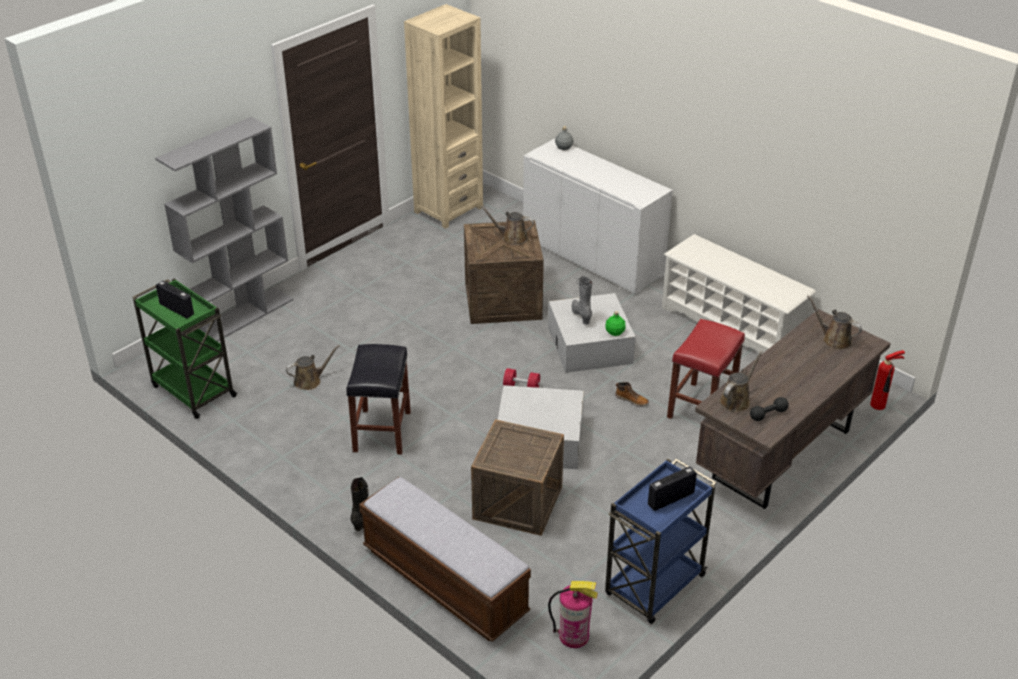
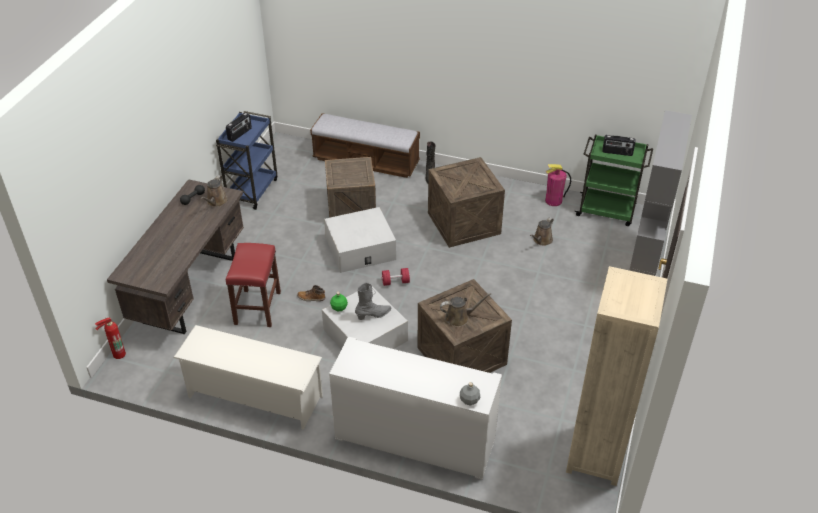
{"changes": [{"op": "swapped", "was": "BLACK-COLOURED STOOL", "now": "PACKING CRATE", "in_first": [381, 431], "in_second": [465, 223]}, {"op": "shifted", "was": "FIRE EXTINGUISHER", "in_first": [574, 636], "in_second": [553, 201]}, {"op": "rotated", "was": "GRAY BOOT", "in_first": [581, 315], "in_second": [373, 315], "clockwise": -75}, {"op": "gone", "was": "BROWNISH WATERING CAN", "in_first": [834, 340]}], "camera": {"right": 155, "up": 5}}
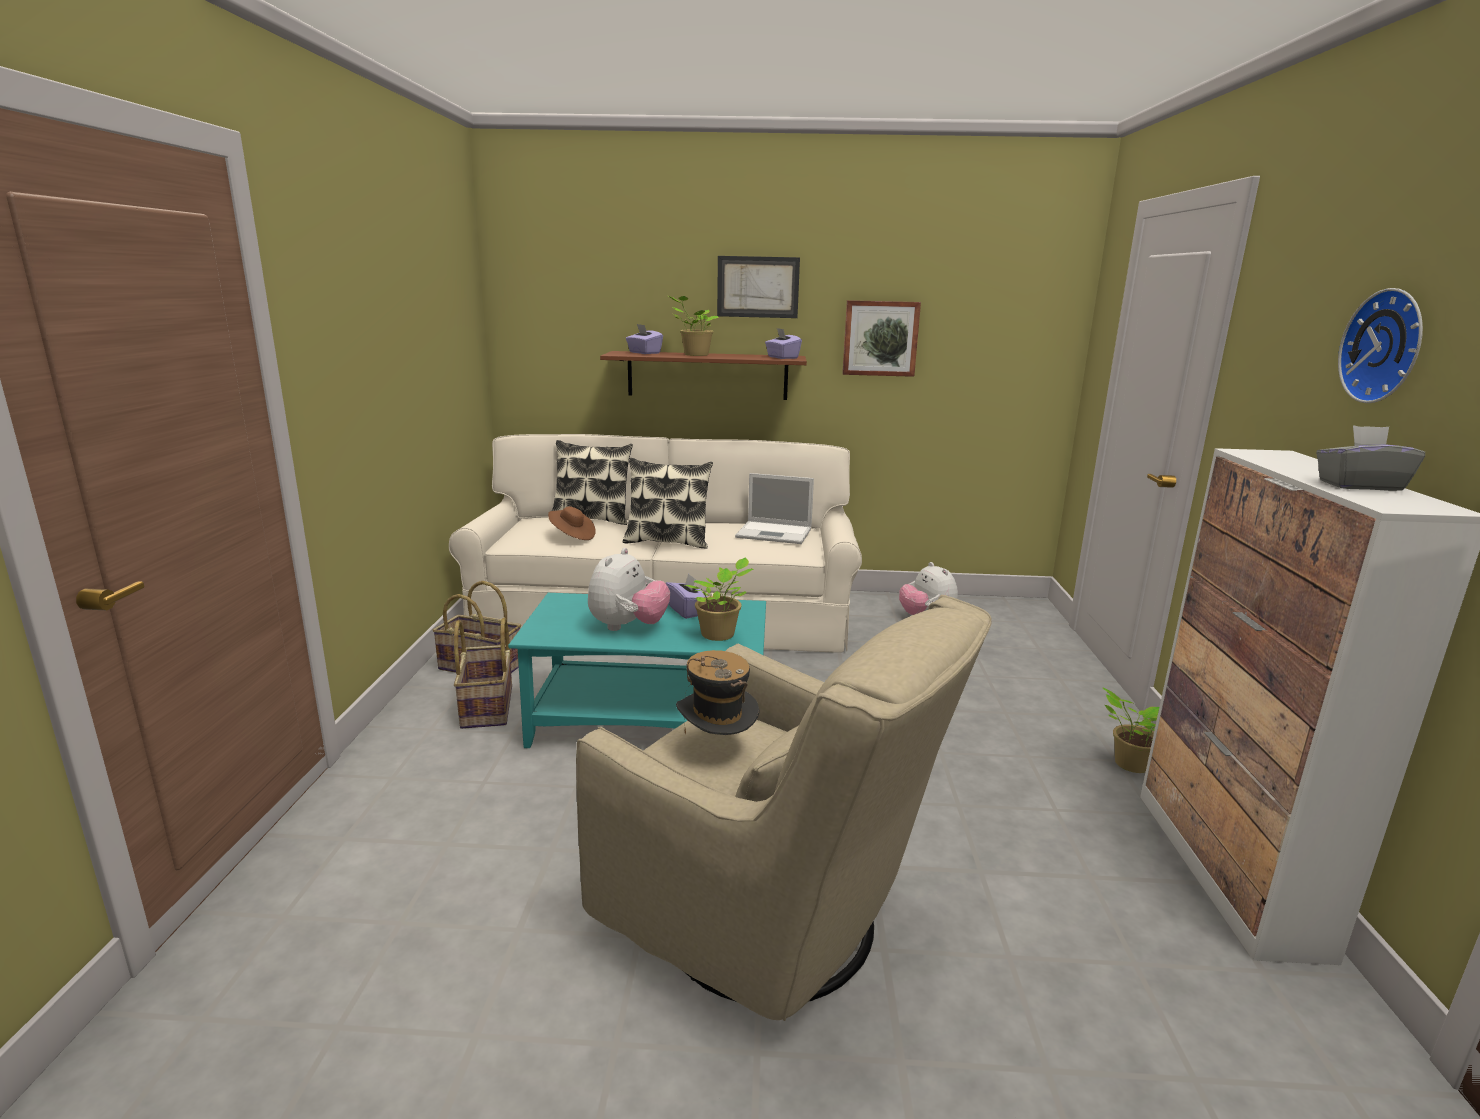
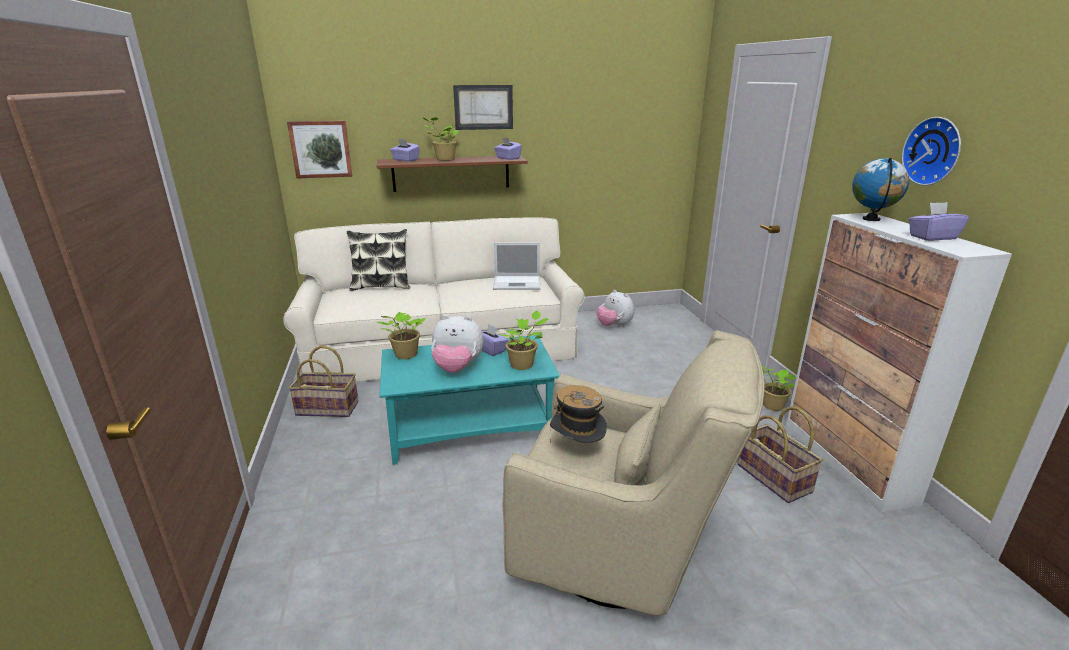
{"changes": [{"op": "shifted", "was": "HOUSEHOLD BASKET", "in_first": [488, 707], "in_second": [775, 478]}, {"op": "gone", "was": "BROWNISH CLOTHING HAT", "in_first": [572, 536]}, {"op": "rotated", "was": "PLUSH TOY", "in_first": [628, 627], "in_second": [457, 368], "clockwise": 90}, {"op": "gone", "was": "CUSHION", "in_first": [667, 541]}, {"op": "shifted", "was": "WALL ART", "in_first": [880, 338], "in_second": [321, 149]}, {"op": "repainted", "was": "GRAY TISSUE HOLDER", "now": "PURPLISH TISSUE HOLDER", "in_first": [1359, 485], "in_second": [932, 237]}, {"op": "new", "now": "POTTED PLANT", "in_second": [405, 355]}, {"op": "new", "now": "DESK GLOBE", "in_second": [871, 219]}], "camera": {"right": -15, "up": 5}}
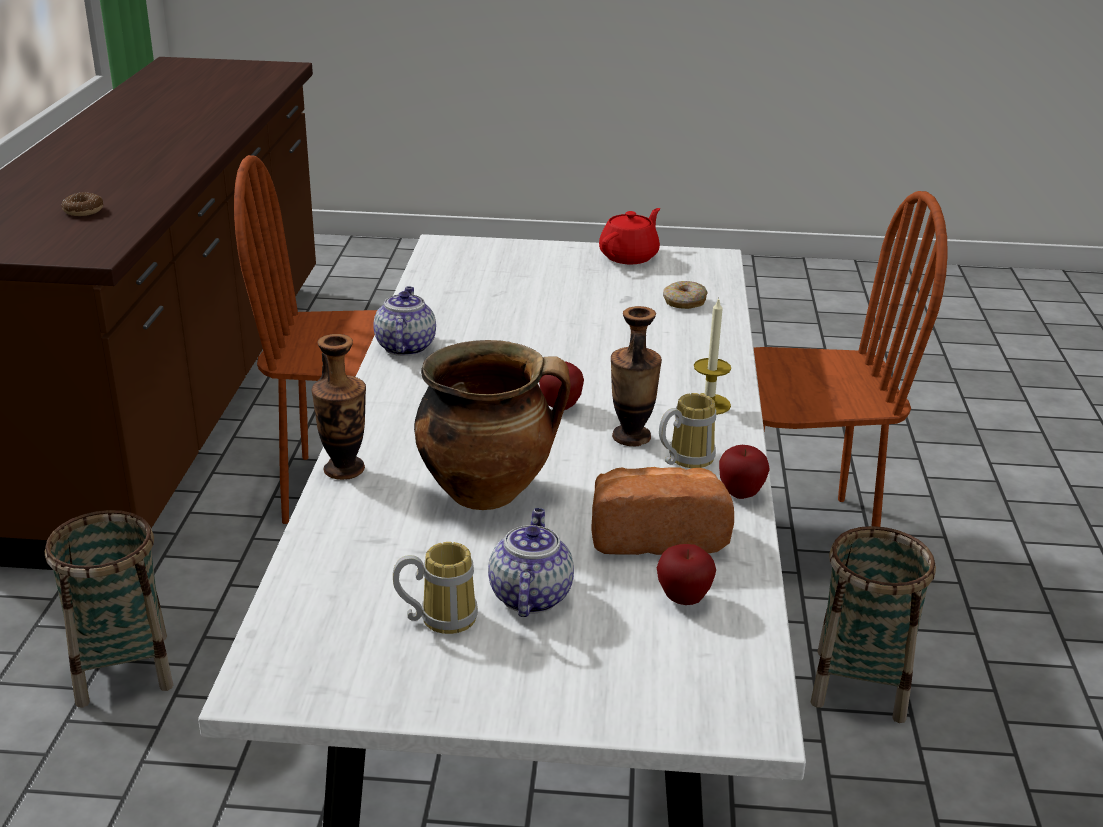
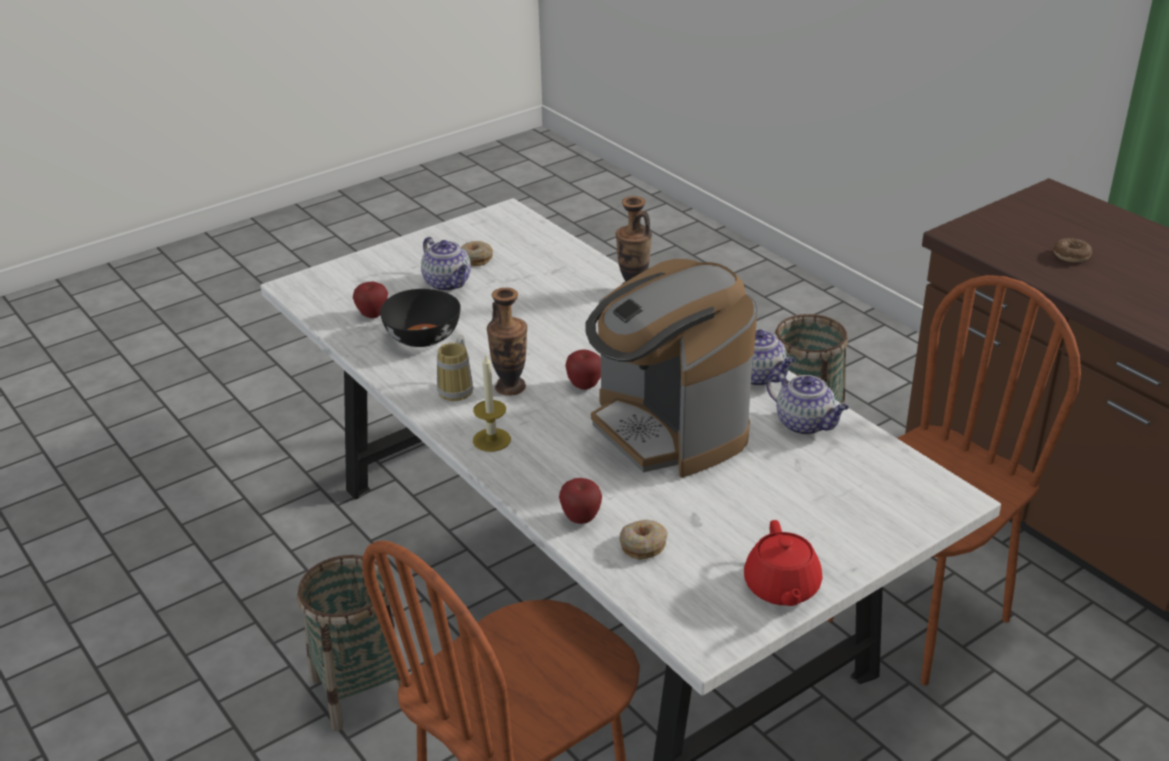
{"changes": [{"op": "swapped", "was": "TEA MUG", "now": "RING DOUGHNUT", "in_first": [440, 617], "in_second": [475, 259]}, {"op": "gone", "was": "COOKING POT", "in_first": [489, 492]}, {"op": "swapped", "was": "BAKED BREAD", "now": "BLACK-COLOURED BOWL", "in_first": [656, 534], "in_second": [422, 337]}, {"op": "shifted", "was": "APPLE FRUIT", "in_first": [741, 494], "in_second": [581, 518]}, {"op": "new", "now": "COFFEE BREWER", "in_second": [668, 429]}, {"op": "new", "now": "TEA POT", "in_second": [805, 424]}], "camera": {"right": 140, "up": 5}}
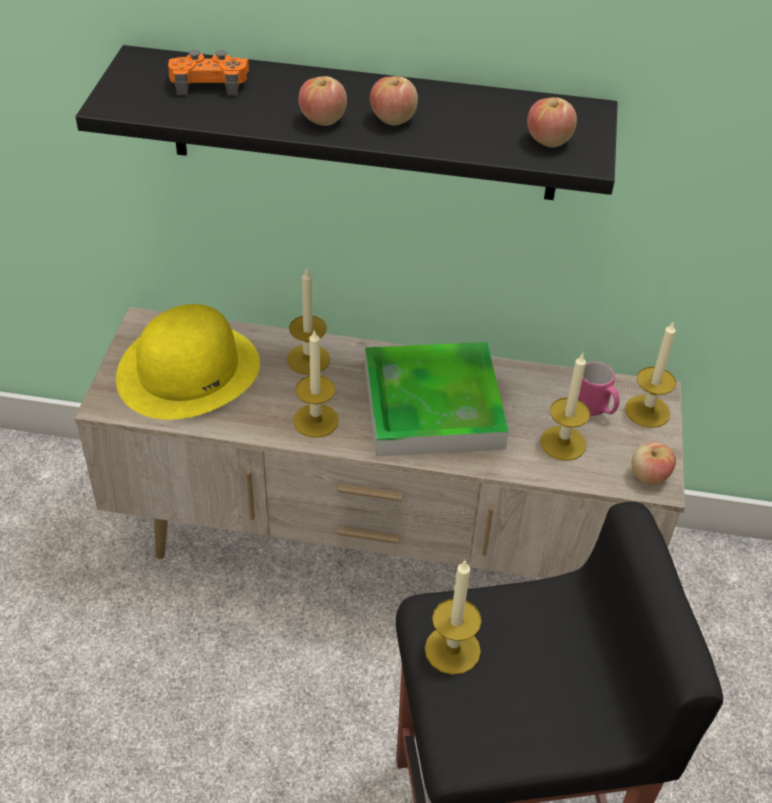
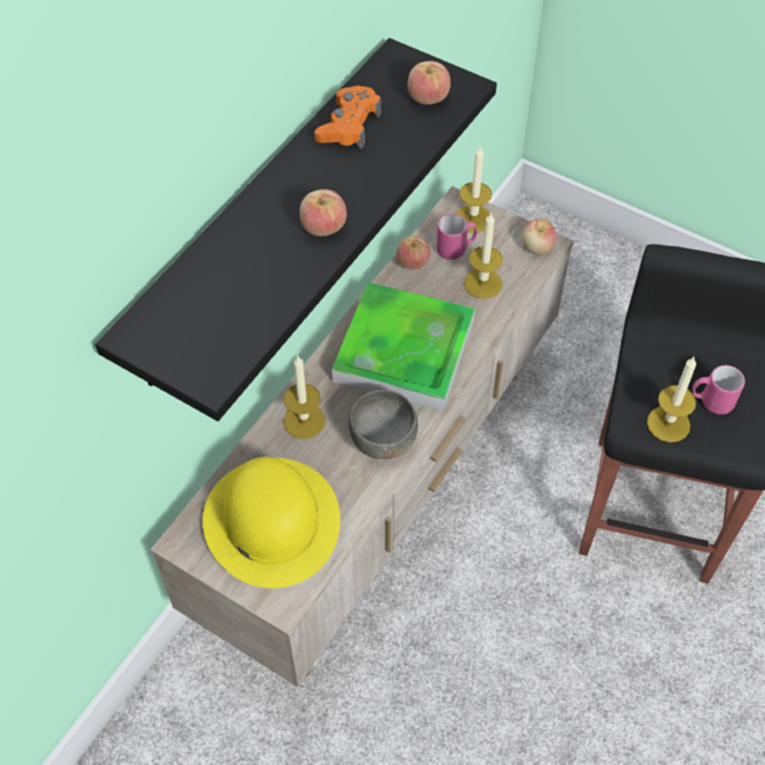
{"changes": [{"op": "shifted", "was": "ORANGE-COLOURED GAMEPAD", "in_first": [209, 82], "in_second": [349, 125]}, {"op": "swapped", "was": "CANDLE", "now": "GRAY BOWL", "in_first": [315, 420], "in_second": [383, 440]}, {"op": "shifted", "was": "APPLE FRUIT", "in_first": [393, 119], "in_second": [412, 263]}, {"op": "new", "now": "PINK-COLOURED TEA MUG", "in_second": [711, 401]}], "camera": {"right": -65, "up": 10}}
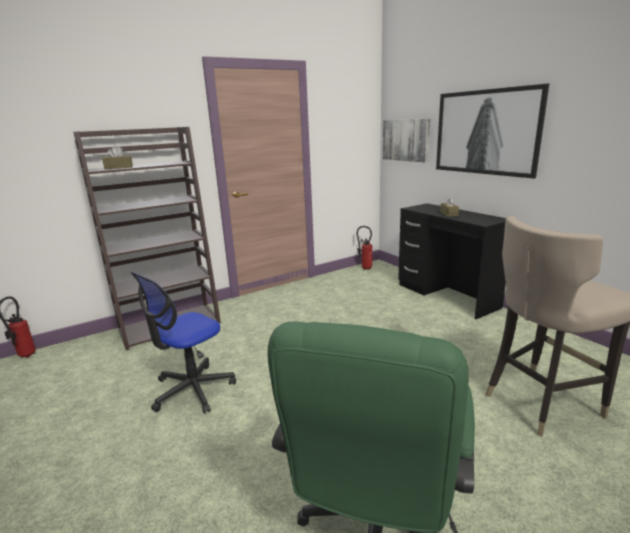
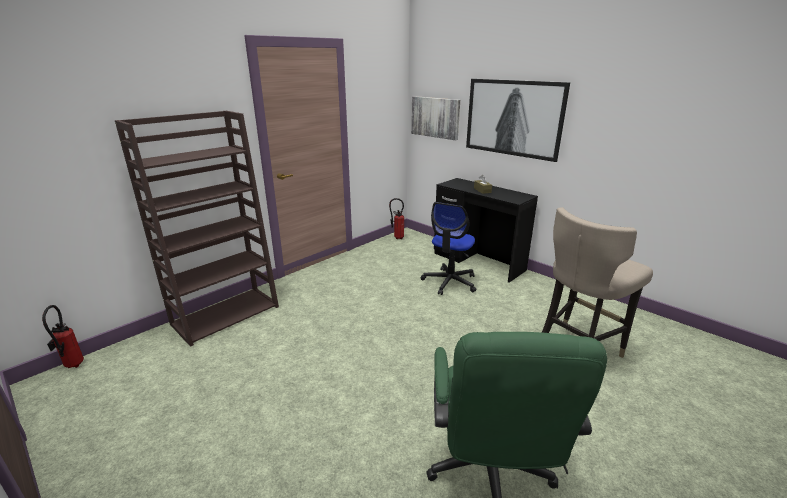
{"changes": [{"op": "gone", "was": "BROWNISH TISSUE HOLDER", "in_first": [119, 168]}, {"op": "shifted", "was": "OFFICE CHAIR", "in_first": [192, 390], "in_second": [449, 282]}], "camera": {"right": -15, "up": 5}}
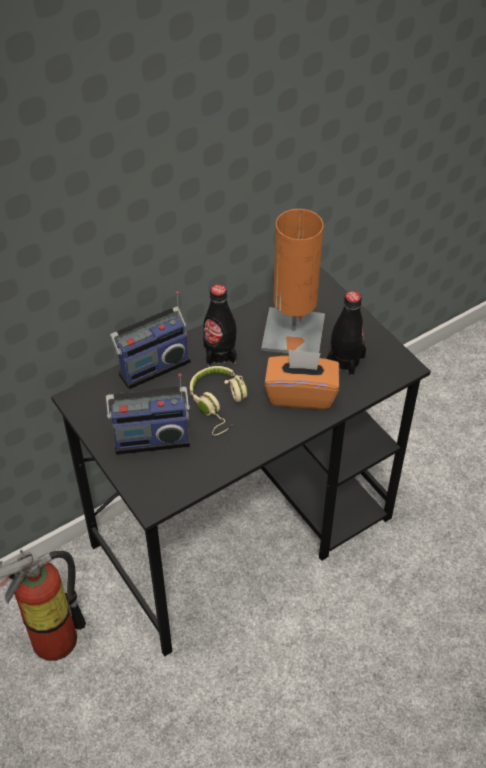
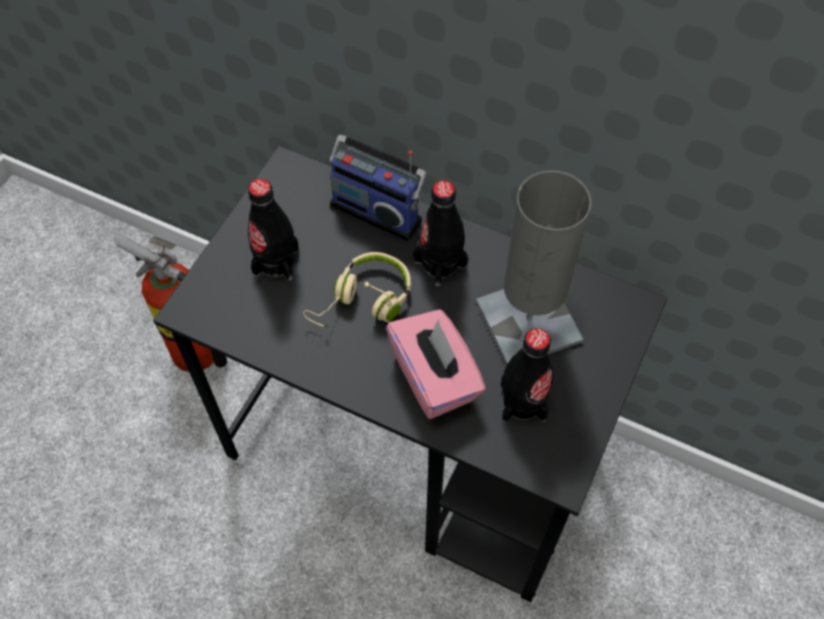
{"changes": [{"op": "swapped", "was": "RADIO", "now": "BLACK-COLOURED BEVERAGE BOTTLE", "in_first": [151, 437], "in_second": [276, 262]}, {"op": "repainted", "was": "ORANGE-COLOURED TABLE LAMP", "now": "GRAY TABLE LAMP", "in_first": [293, 333], "in_second": [528, 321]}, {"op": "repainted", "was": "ORANGE-COLOURED TISSUE HOLDER", "now": "PINK-COLOURED TISSUE HOLDER", "in_first": [301, 394], "in_second": [435, 377]}], "camera": {"right": 60, "up": 10}}
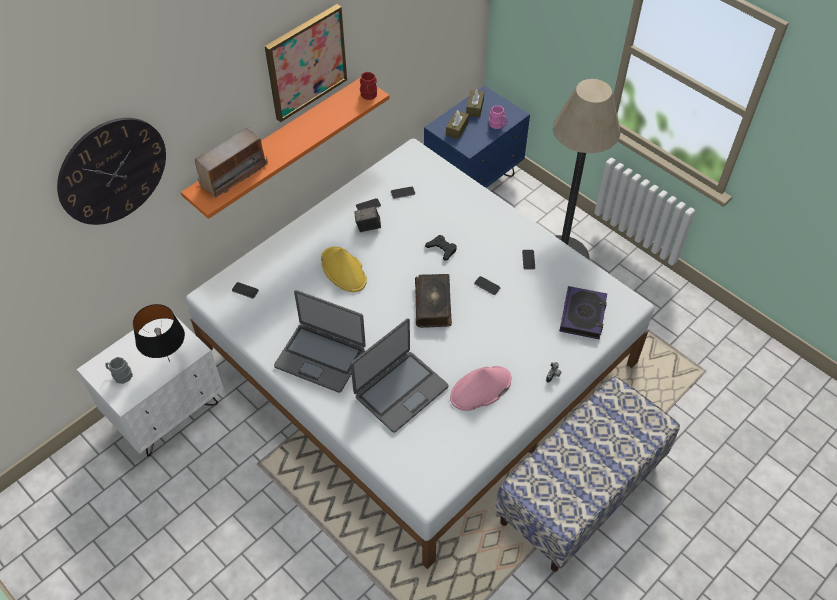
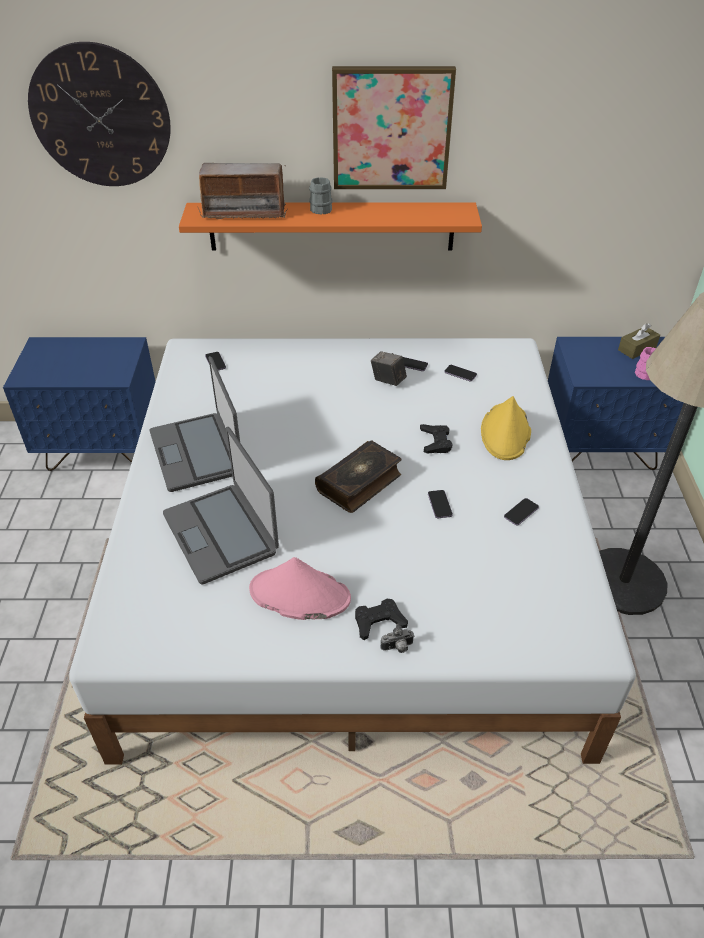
{"changes": [{"op": "repainted", "was": "WHITE-COLOURED NIGHT TABLE", "now": "BLUISH NIGHT TABLE", "in_first": [167, 412], "in_second": [103, 450]}, {"op": "shifted", "was": "GRAY TEA MUG", "in_first": [120, 375], "in_second": [319, 208]}, {"op": "gone", "was": "BLACK-COLOURED TABLE LAMP", "in_first": [169, 362]}, {"op": "shifted", "was": "YELLOW CLOTHING HAT", "in_first": [344, 270], "in_second": [505, 433]}, {"op": "rotated", "was": "PORTABLE COMPUTER", "in_first": [400, 391], "in_second": [221, 533], "clockwise": 60}, {"op": "gone", "was": "RED TEA MUG", "in_first": [368, 96]}, {"op": "gone", "was": "BROWNISH TISSUE HOLDER", "in_first": [457, 129]}, {"op": "gone", "was": "INDOOR BENCH", "in_first": [579, 491]}, {"op": "gone", "was": "VOLUME", "in_first": [583, 315]}, {"op": "new", "now": "BLACK-COLOURED GAMEPAD", "in_second": [379, 621]}], "camera": {"right": 45, "up": -10}}
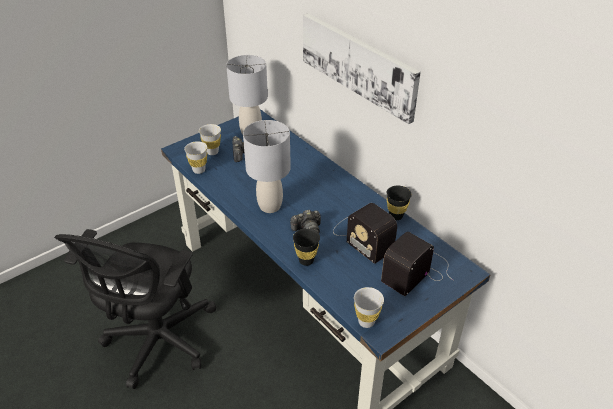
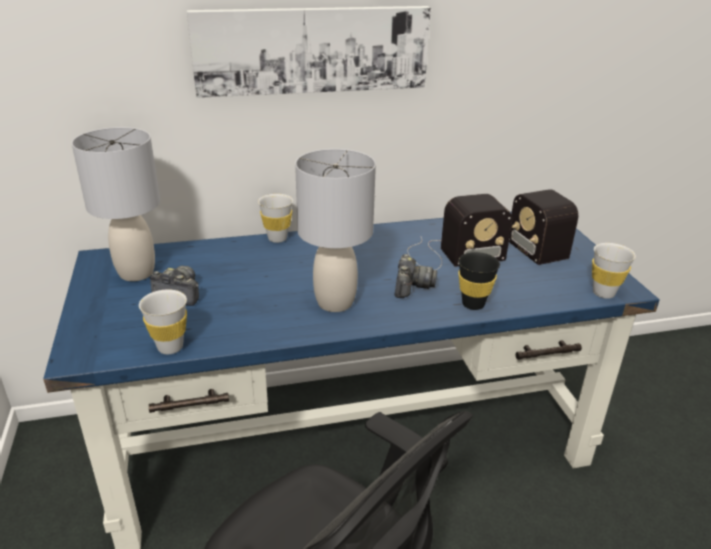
{"changes": [{"op": "shifted", "was": "WHITE-COLOURED SMALL CUP", "in_first": [212, 152], "in_second": [277, 238]}, {"op": "gone", "was": "BLACK-COLOURED SMALL CUP", "in_first": [396, 216]}], "camera": {"right": -65, "up": -10}}
